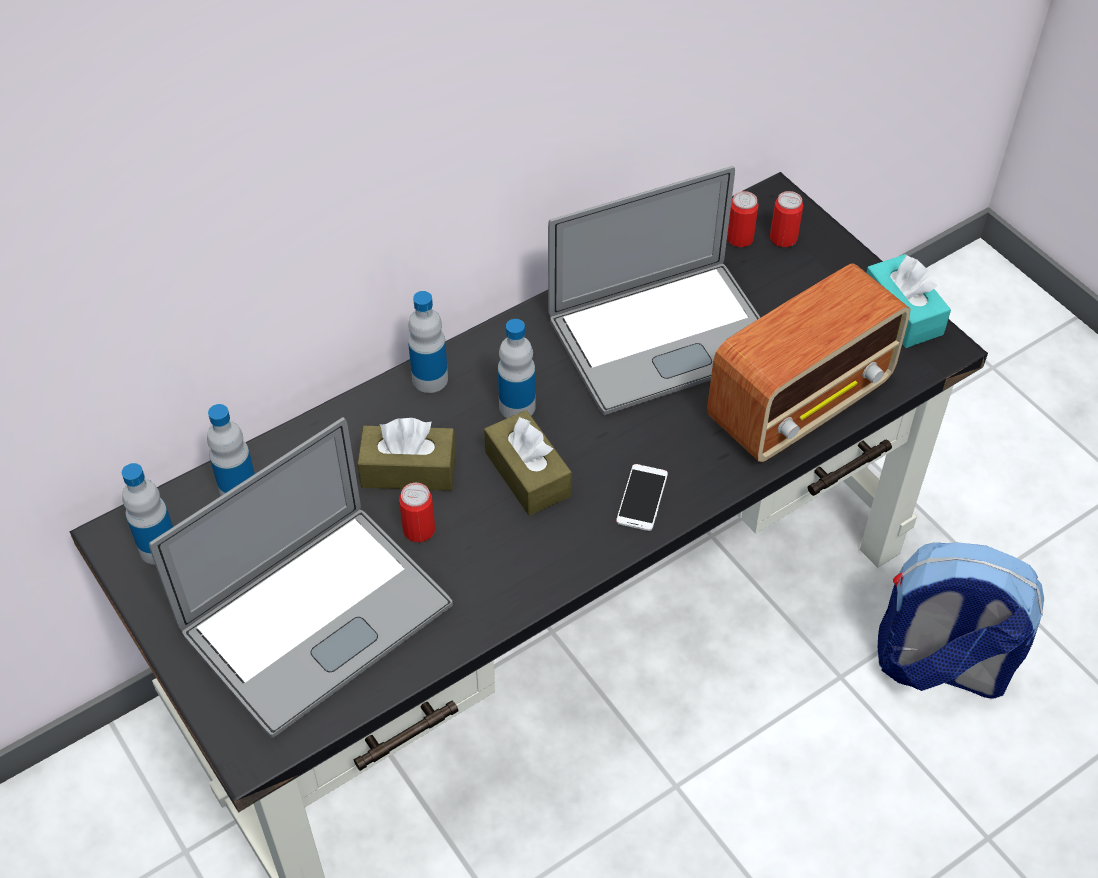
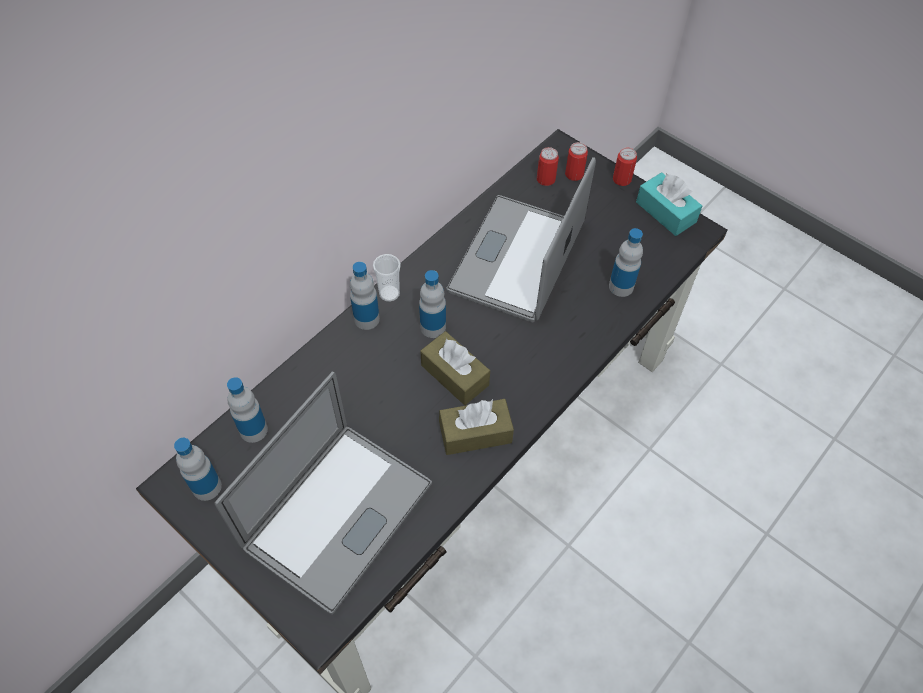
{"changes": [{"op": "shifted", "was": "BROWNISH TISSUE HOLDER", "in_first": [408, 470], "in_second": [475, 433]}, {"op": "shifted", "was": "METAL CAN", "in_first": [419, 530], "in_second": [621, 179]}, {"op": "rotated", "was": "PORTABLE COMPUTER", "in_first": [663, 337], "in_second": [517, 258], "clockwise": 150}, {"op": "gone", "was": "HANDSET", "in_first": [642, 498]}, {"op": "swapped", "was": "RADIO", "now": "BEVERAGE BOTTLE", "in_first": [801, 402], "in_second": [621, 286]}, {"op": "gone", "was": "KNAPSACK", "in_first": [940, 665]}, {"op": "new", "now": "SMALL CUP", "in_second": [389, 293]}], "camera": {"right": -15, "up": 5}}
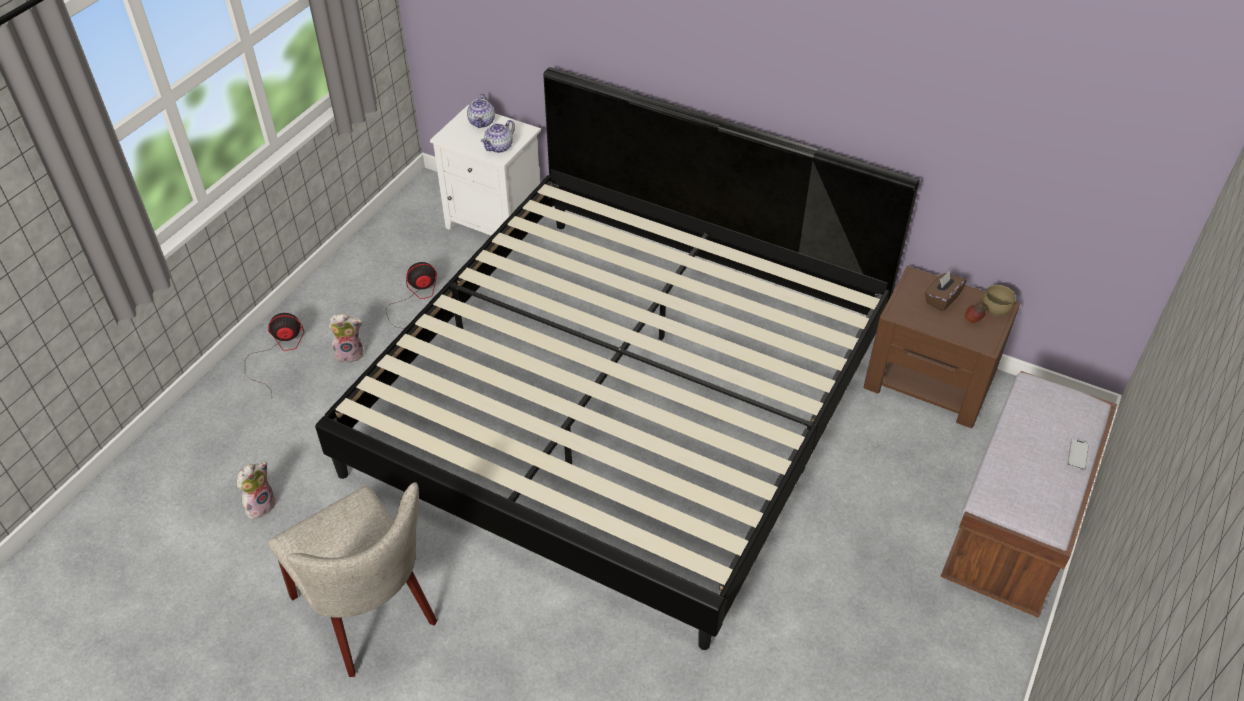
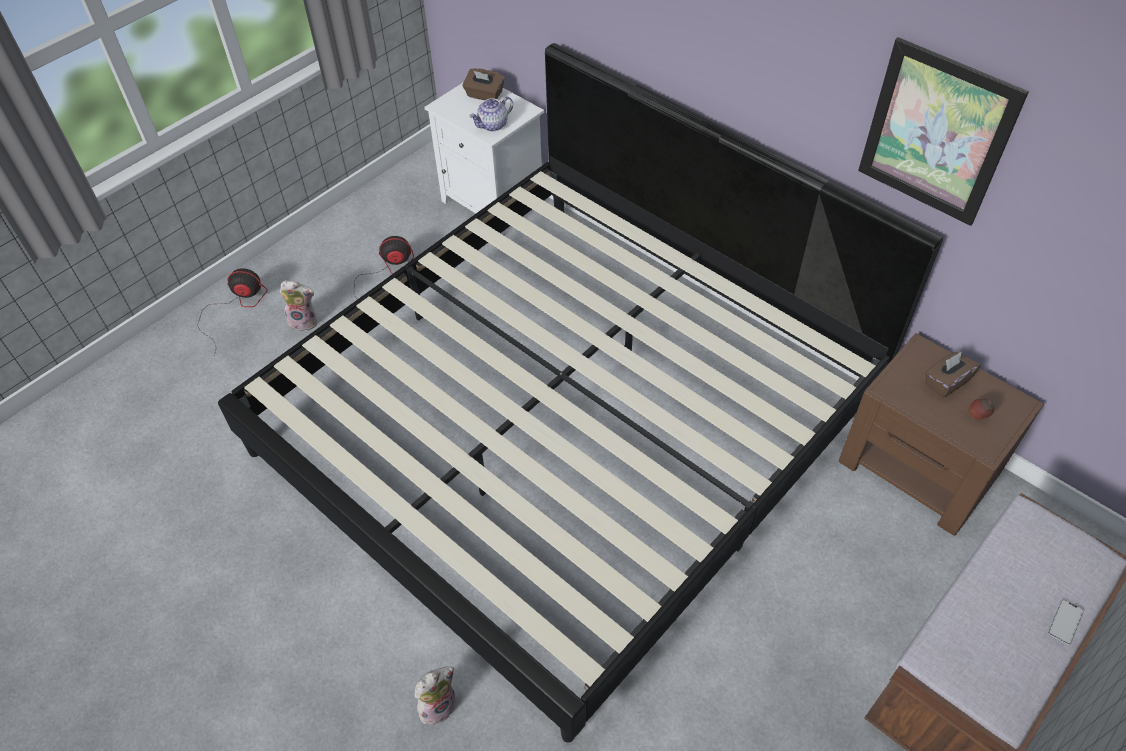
{"changes": [{"op": "shifted", "was": "PLUSH TOY", "in_first": [260, 505], "in_second": [437, 705]}, {"op": "gone", "was": "BEIGE-COLOURED UPRIGHT CHAIR", "in_first": [370, 614]}, {"op": "swapped", "was": "TEA POT", "now": "BROWNISH TISSUE HOLDER", "in_first": [482, 122], "in_second": [484, 95]}, {"op": "gone", "was": "BROWNISH BOWL", "in_first": [994, 310]}, {"op": "new", "now": "WALL ART", "in_second": [936, 133]}], "camera": {"right": 15, "up": 5}}
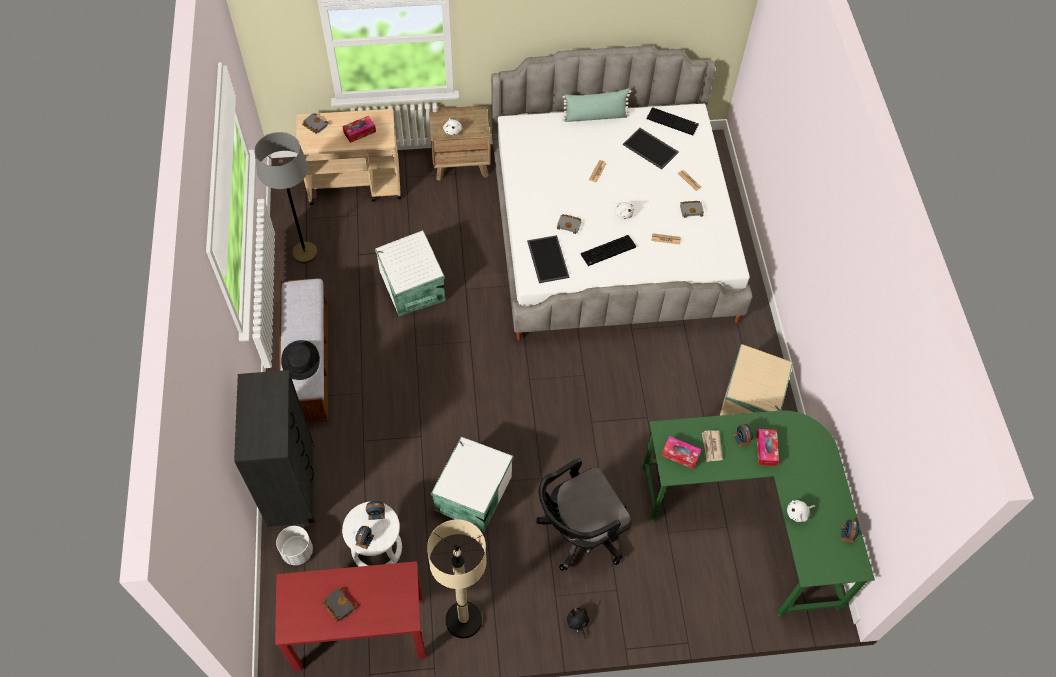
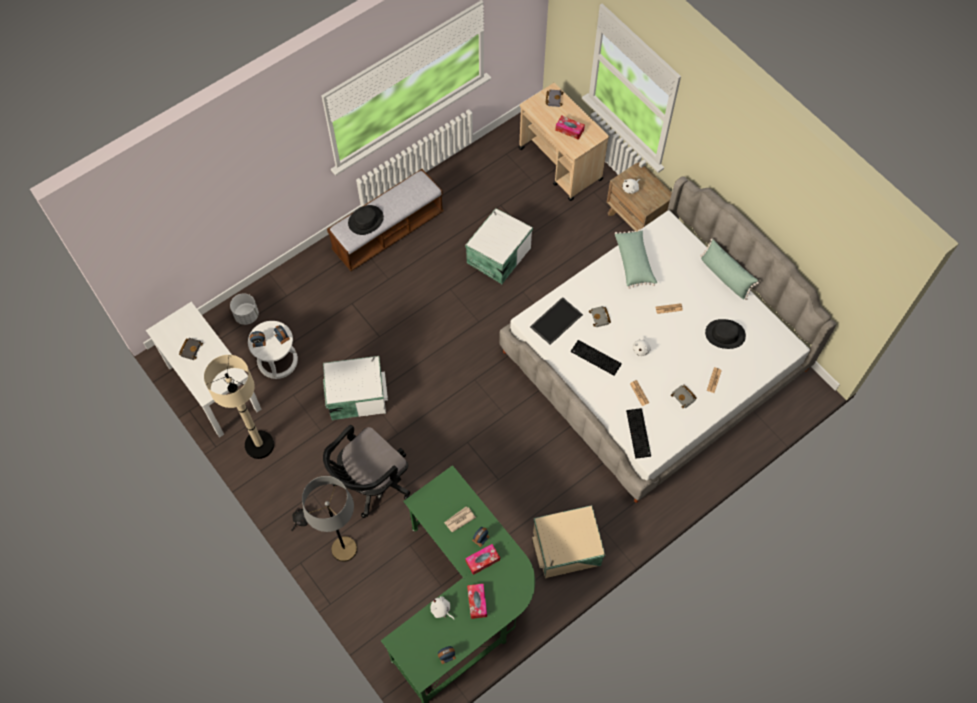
{"changes": [{"op": "gone", "was": "BLACK-COLOURED DRAWER CHEST", "in_first": [291, 483]}, {"op": "shifted", "was": "GRAY STANDING LAMP", "in_first": [305, 253], "in_second": [344, 549]}, {"op": "repainted", "was": "RED DESK TABLE", "now": "WHITE-COLOURED DESK TABLE", "in_first": [359, 633], "in_second": [213, 387]}, {"op": "rotated", "was": "BLACK-COLOURED OFFICE CHAIR", "in_first": [579, 532], "in_second": [370, 483], "clockwise": -75}, {"op": "swapped", "was": "TRAY", "now": "BLACK-COLOURED CLOTHING HAT", "in_first": [651, 148], "in_second": [725, 334]}, {"op": "shifted", "was": "KEYBOARD", "in_first": [673, 121], "in_second": [639, 434]}, {"op": "shifted", "was": "TISSUE HOLDER", "in_first": [680, 455], "in_second": [477, 602]}, {"op": "new", "now": "GREEN-COLOURED CUSHION", "in_second": [634, 262]}], "camera": {"right": 60, "up": 5}}
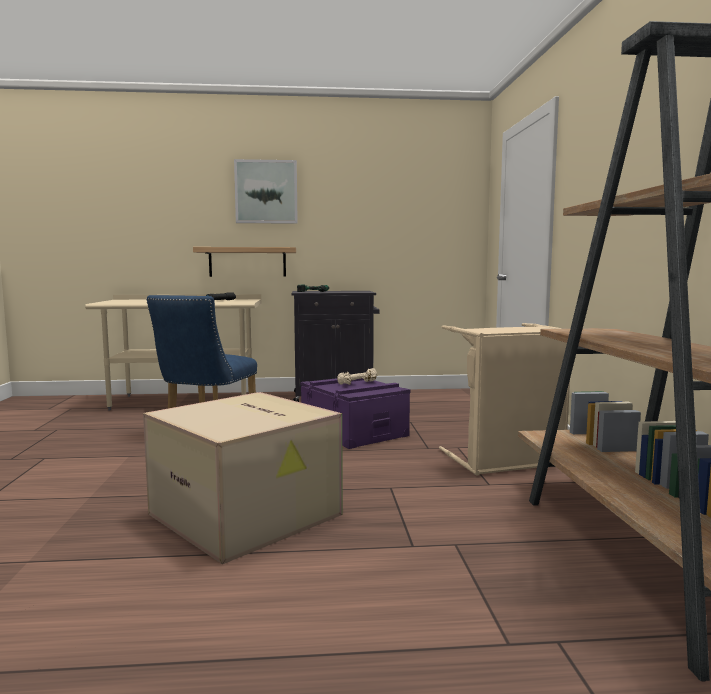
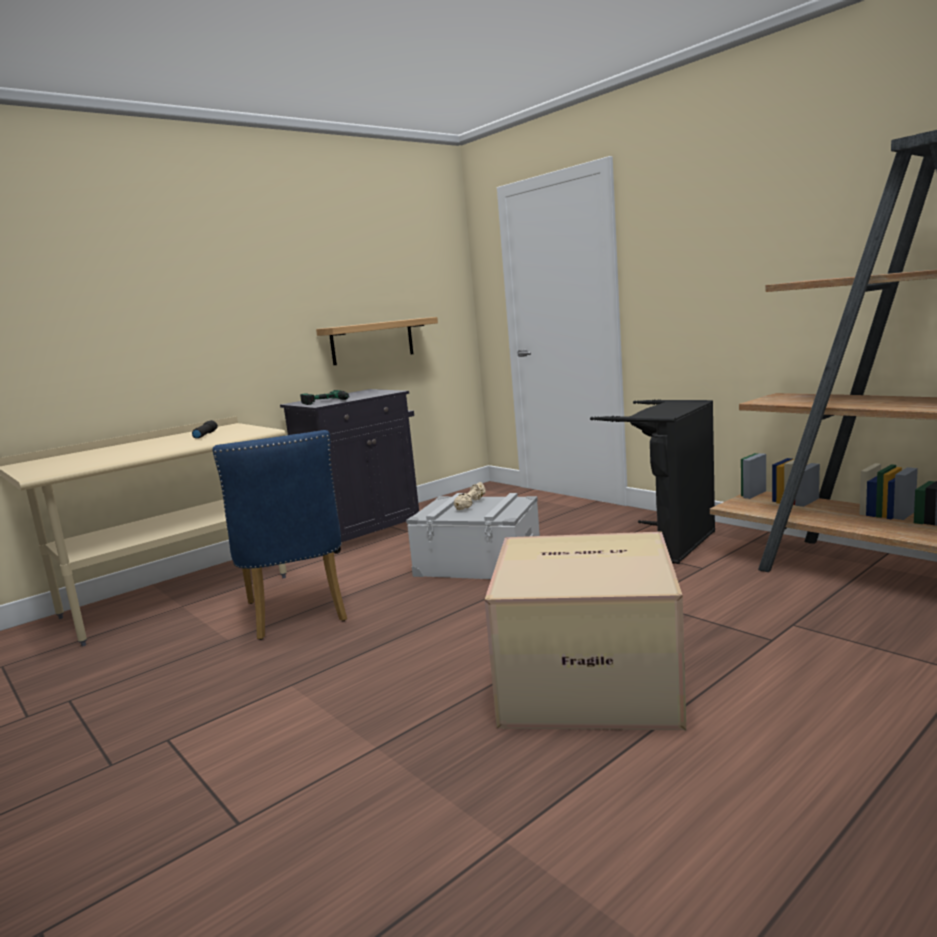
{"changes": [{"op": "shifted", "was": "WALL SHELF", "in_first": [247, 262], "in_second": [372, 341]}, {"op": "gone", "was": "WALL ART", "in_first": [266, 192]}, {"op": "repainted", "was": "PURPLISH STORAGE BIN", "now": "GRAY STORAGE BIN", "in_first": [354, 431], "in_second": [479, 562]}, {"op": "repainted", "was": "BEIGE-COLOURED HAMPER", "now": "BLACK-COLOURED HAMPER", "in_first": [506, 462], "in_second": [670, 544]}], "camera": {"right": -35, "up": 5}}
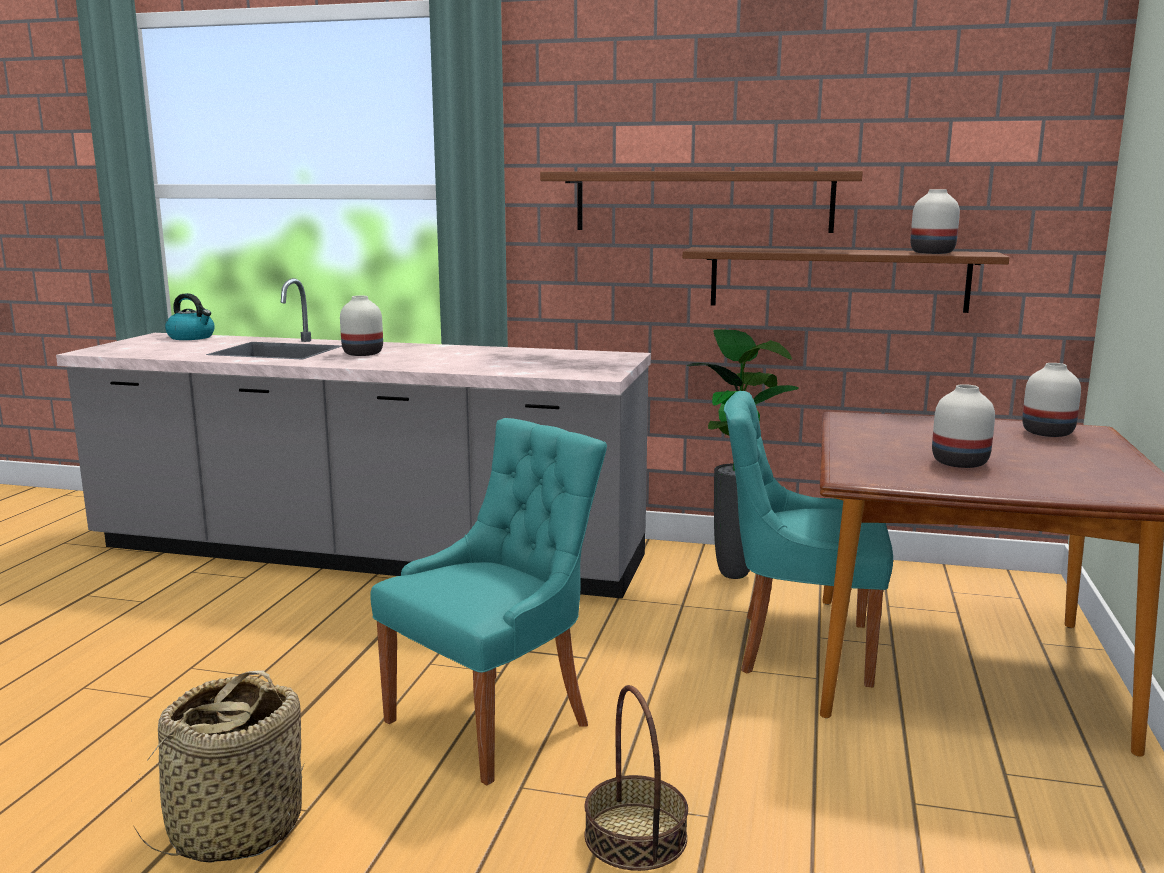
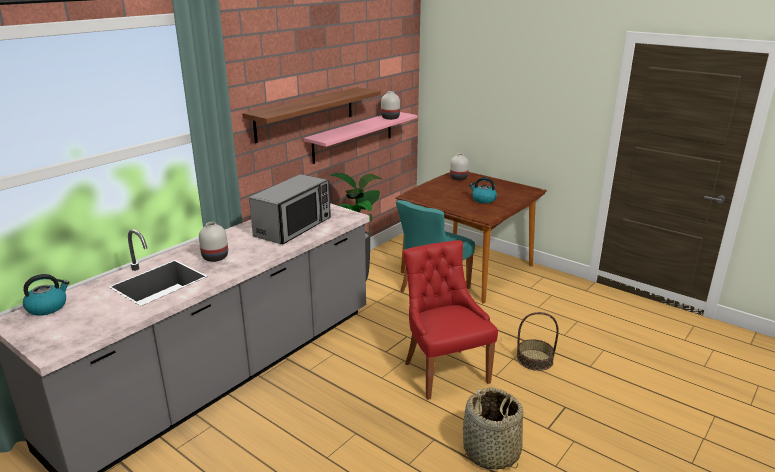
{"changes": [{"op": "repainted", "was": "TURQUOISE UPRIGHT CHAIR", "now": "RED UPRIGHT CHAIR", "in_first": [494, 720], "in_second": [444, 371]}, {"op": "repainted", "was": "BROWNISH WALL SHELF", "now": "PINK-COLOURED WALL SHELF", "in_first": [837, 279], "in_second": [353, 136]}, {"op": "swapped", "was": "WHITE-COLOURED FLOWER VASE", "now": "WATER KETTLE", "in_first": [959, 463], "in_second": [483, 199]}, {"op": "new", "now": "KITCHEN MICROWAVE", "in_second": [293, 227]}], "camera": {"right": -65, "up": 10}}
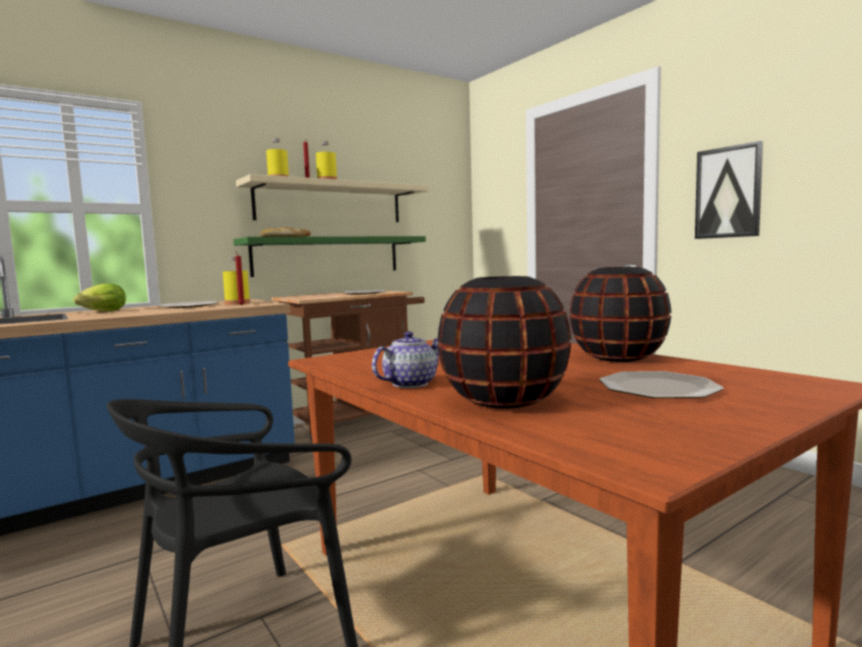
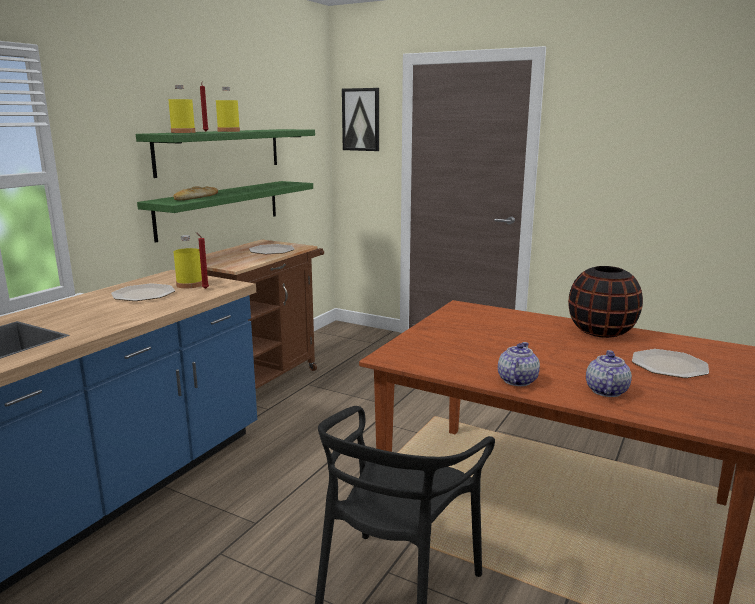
{"changes": [{"op": "gone", "was": "LETTUCE HEAD", "in_first": [101, 311]}, {"op": "repainted", "was": "BEIGE-COLOURED WALL SHELF", "now": "GREEN-COLOURED WALL SHELF", "in_first": [330, 203], "in_second": [220, 151]}, {"op": "swapped", "was": "BLACK-COLOURED FLOWER VASE", "now": "TEA POT", "in_first": [503, 401], "in_second": [606, 391]}, {"op": "shifted", "was": "WALL ART", "in_first": [728, 192], "in_second": [361, 119]}], "camera": {"right": -25, "up": 10}}
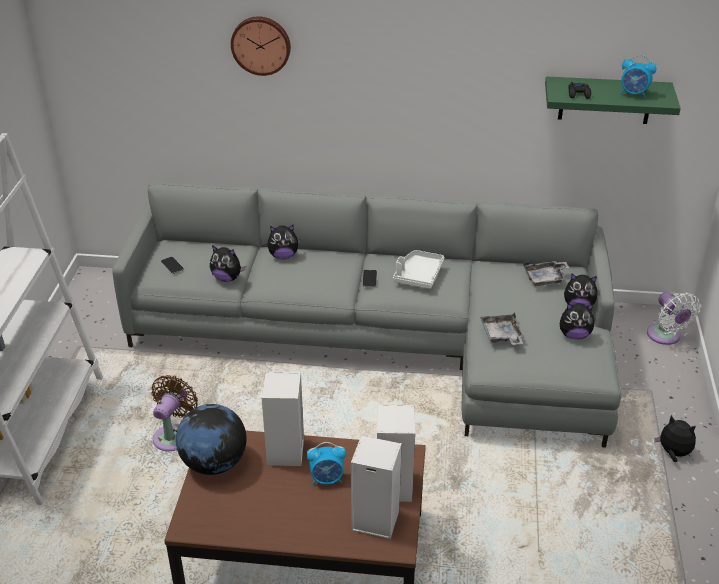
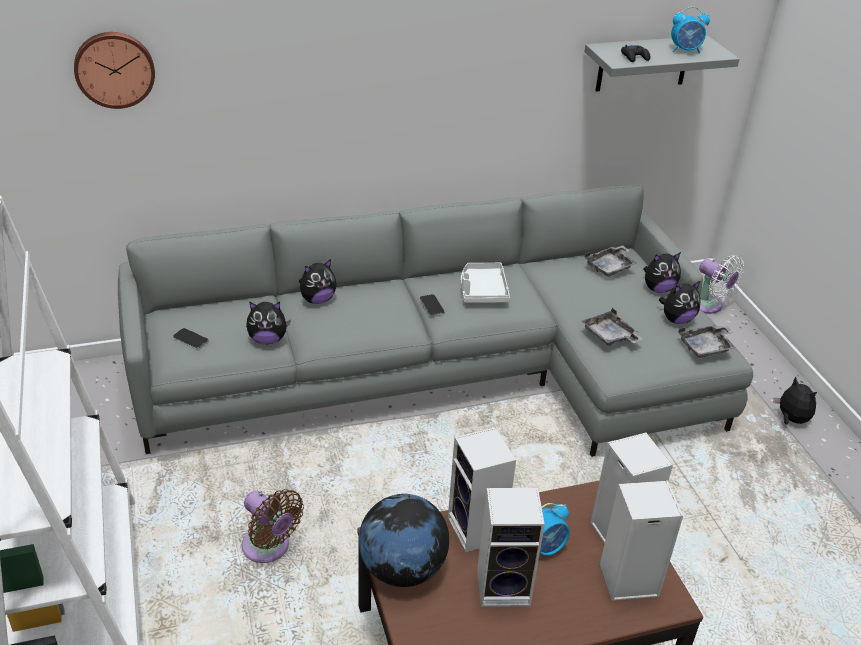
{"changes": [{"op": "rotated", "was": "BROWNISH COOLING FAN", "in_first": [173, 435], "in_second": [269, 548], "clockwise": 135}, {"op": "shifted", "was": "CLOCK ON THE WALL", "in_first": [261, 45], "in_second": [114, 69]}, {"op": "repainted", "was": "GREEN-COLOURED WALL SHELF", "now": "GRAY WALL SHELF", "in_first": [605, 100], "in_second": [643, 63]}, {"op": "rotated", "was": "PLUSH TOY", "in_first": [673, 453], "in_second": [790, 419], "clockwise": 45}, {"op": "new", "now": "LOUDSPEAKER", "in_second": [505, 586]}, {"op": "new", "now": "GRAY TRAY", "in_second": [706, 347]}], "camera": {"right": -25, "up": 0}}
